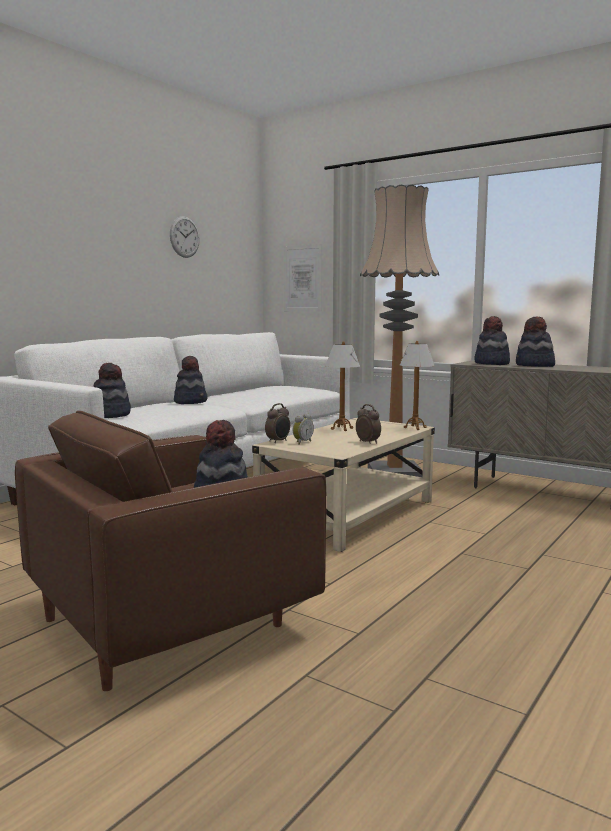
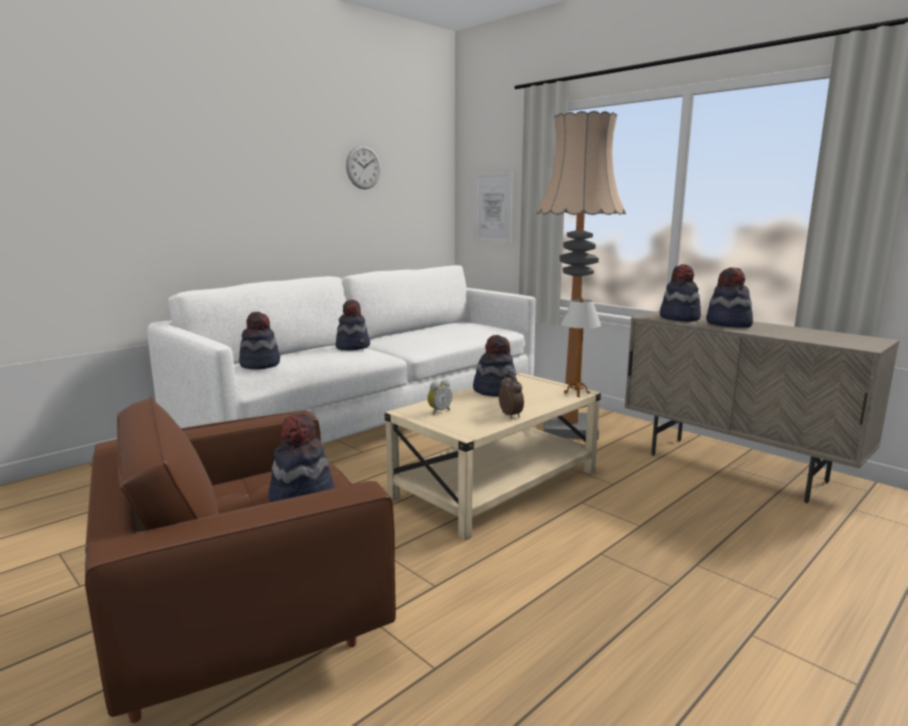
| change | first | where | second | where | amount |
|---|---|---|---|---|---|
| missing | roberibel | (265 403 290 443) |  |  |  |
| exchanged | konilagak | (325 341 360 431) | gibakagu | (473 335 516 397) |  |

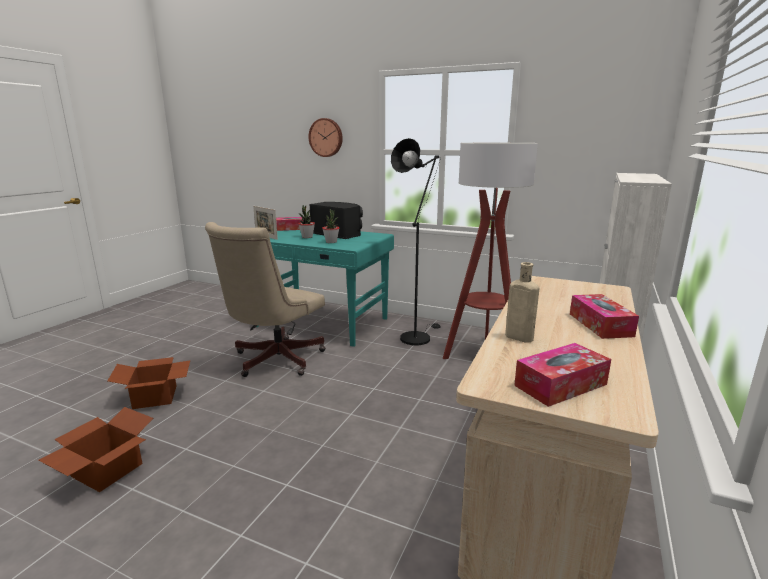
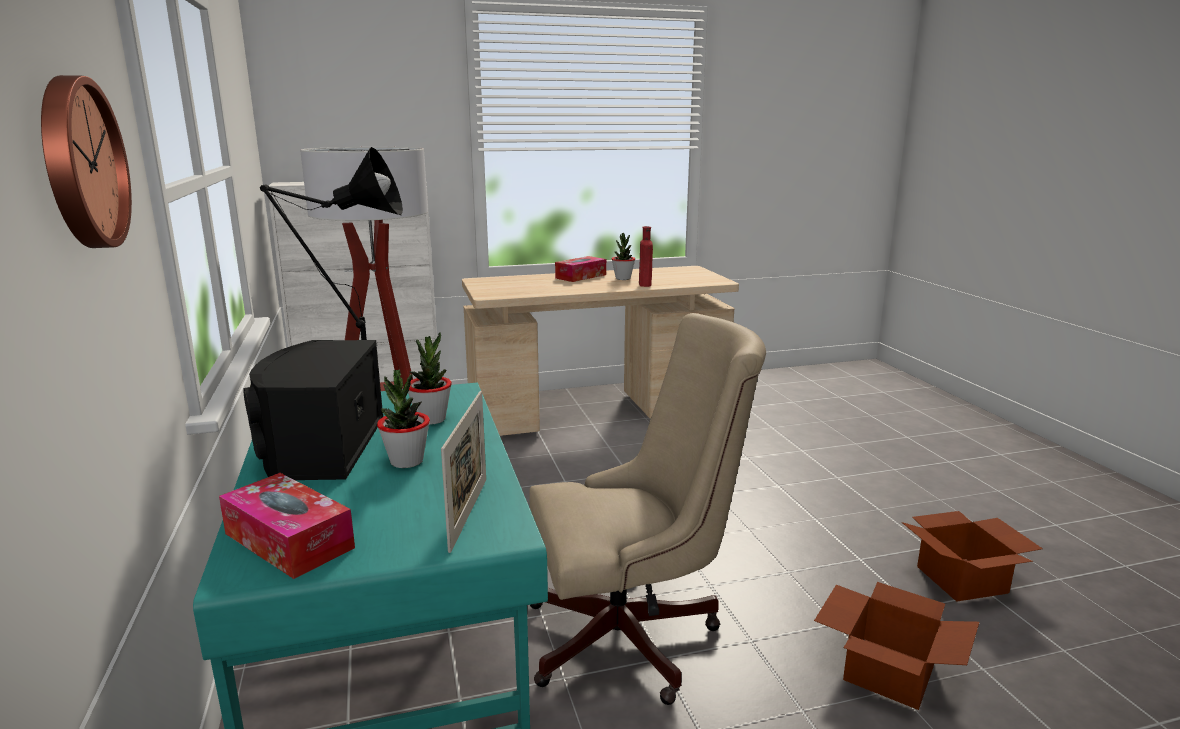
| change | first | where | second | where | amount |
|---|---|---|---|---|---|
| missing | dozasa | (514 343 611 407) |  |  |  |
| appeared |  |  | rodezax | (612 233 635 280) |  |
| colour | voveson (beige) | (505 262 539 343) | voveson (red) | (639 226 653 287) |  |

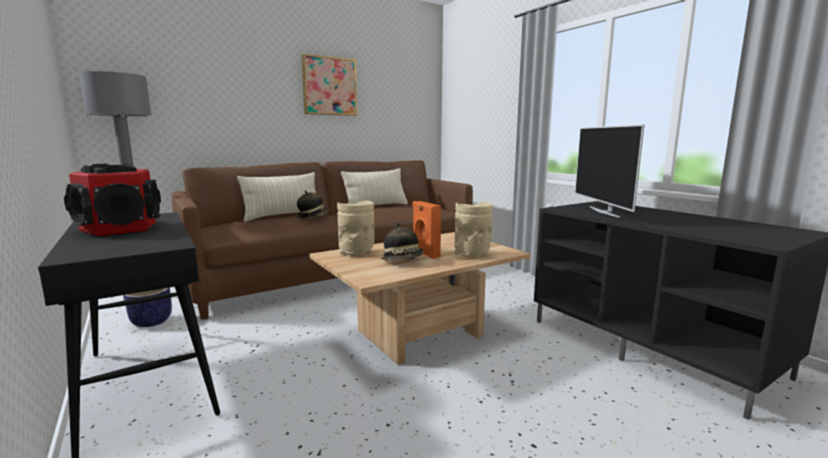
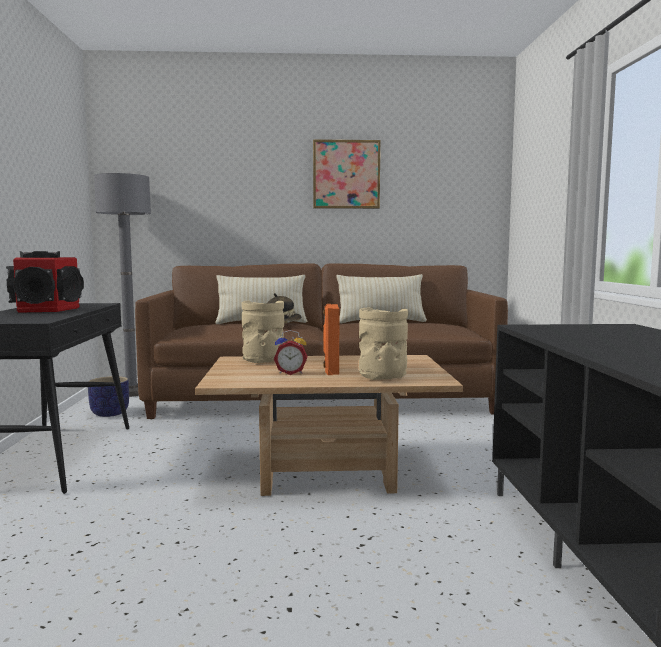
| change | first | where | second | where | amount |
|---|---|---|---|---|---|
| missing | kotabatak | (575 124 645 218) |  |  |  |
| exchanged | gibakagu | (382 223 424 261) | roberibel | (274 330 308 375) |  |

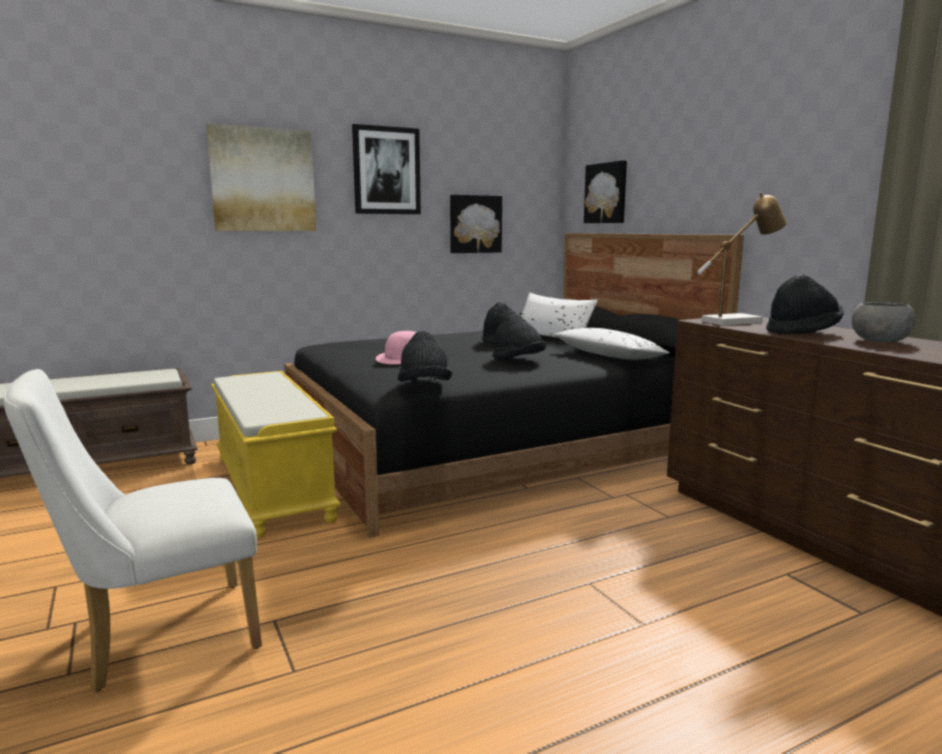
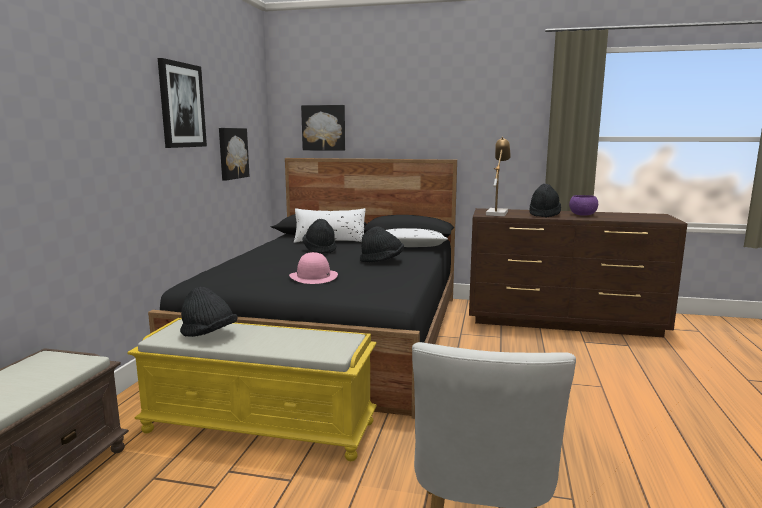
| change | first | where | second | where | amount |
|---|---|---|---|---|---|
| missing | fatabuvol | (206 124 316 231) |  |  |  |
| relocated | gibakagu (black) | (398 331 452 382) |  | (180 287 237 337) |  |
| colour | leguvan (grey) | (852 302 916 342) | leguvan (purple) | (569 195 598 216) |  |

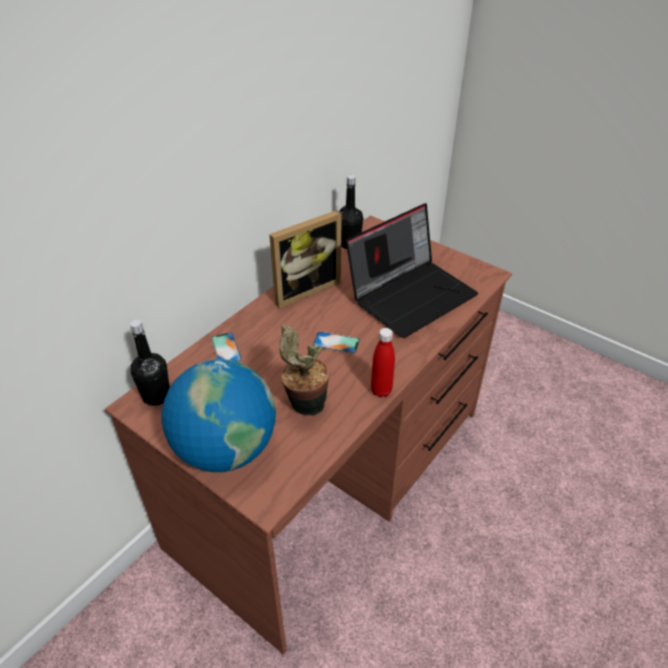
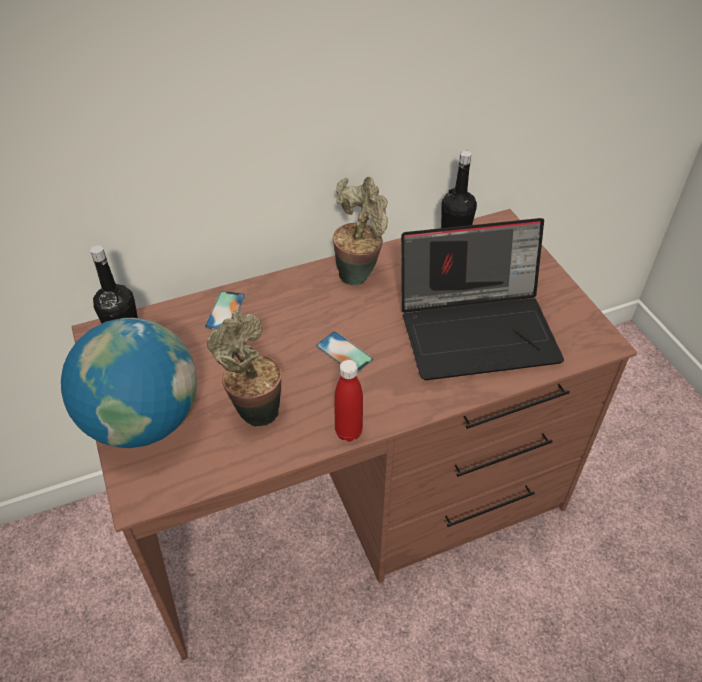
| change | first | where | second | where | amount |
|---|---|---|---|---|---|
| exchanged | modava | (269 210 342 308) | rodezax | (333 177 388 285) |  |

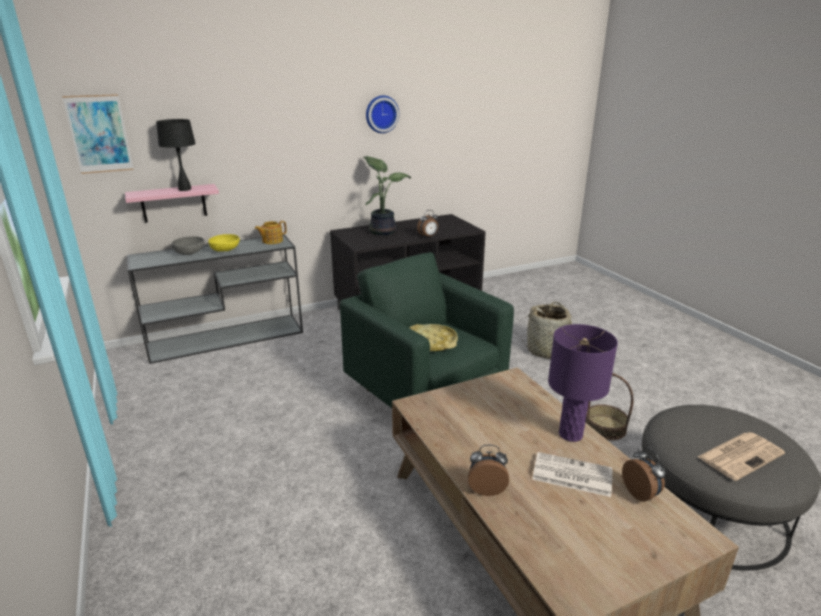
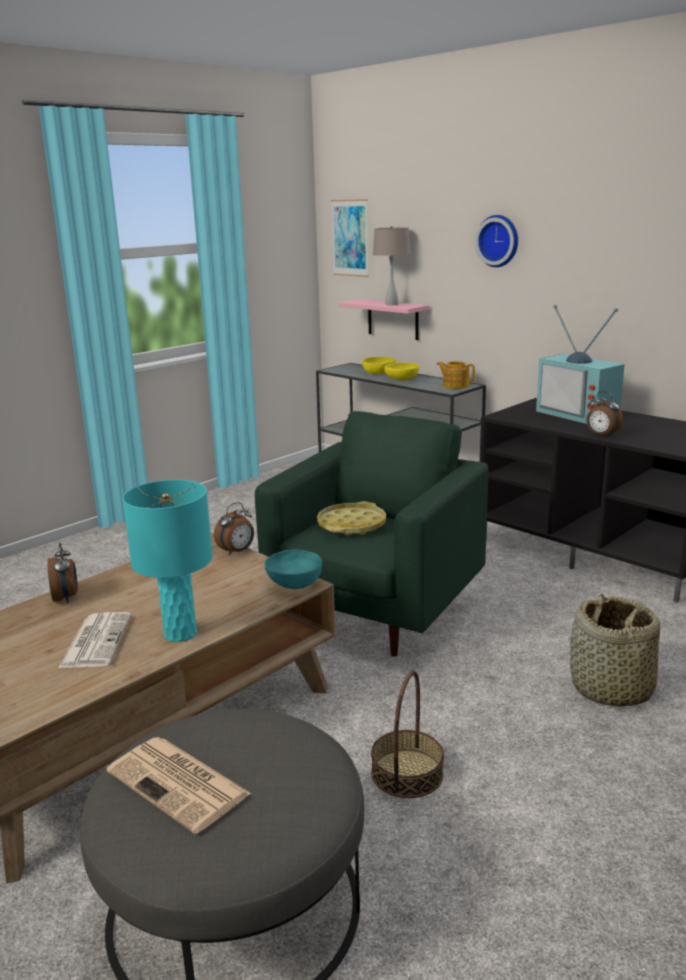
| change | first | where | second | where | amount |
|---|---|---|---|---|---|
| appeared |  |  | leguvan (turquoise) | (264 549 322 589) |  |
| relocated | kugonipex | (366 95 399 133) |  | (475 215 518 267) |  |
| relocated | roberibel | (622 447 666 502) |  | (214 502 254 555) |  |
| exchanged | rodezax | (363 156 411 235) | kotabatak | (536 305 625 424) |  |
| colour | konilagak (black) | (156 119 196 191) | konilagak (beige) | (373 226 411 305) |  |
| colour | leguvan (grey) | (172 236 205 255) | leguvan (yellow) | (362 357 396 374) |  |
| colour | konilagak (purple) | (548 324 618 442) | konilagak (turquoise) | (122 480 213 642) |  |

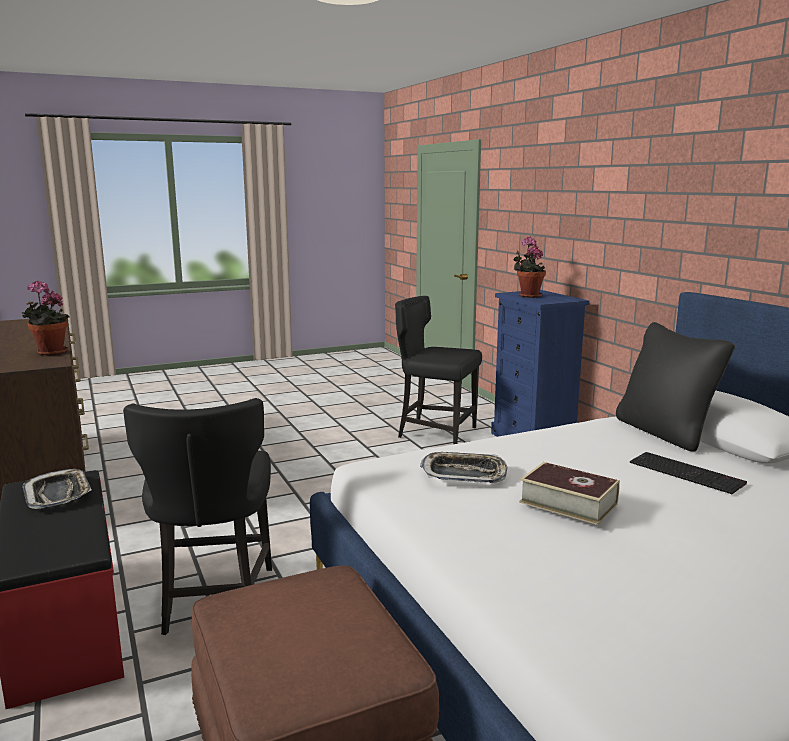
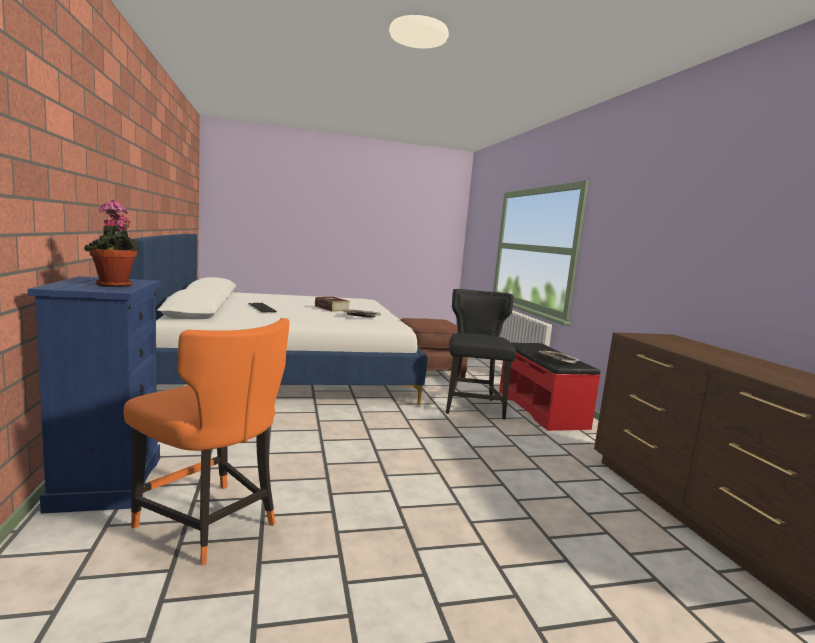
| change | first | where | second | where | amount |
|---|---|---|---|---|---|
| missing | rodezax | (22 280 69 356) |  |  |  |
| missing | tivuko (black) | (616 322 735 452) |  |  |  |
| colour | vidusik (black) | (395 296 482 444) | vidusik (orange) | (124 318 290 566) |  |

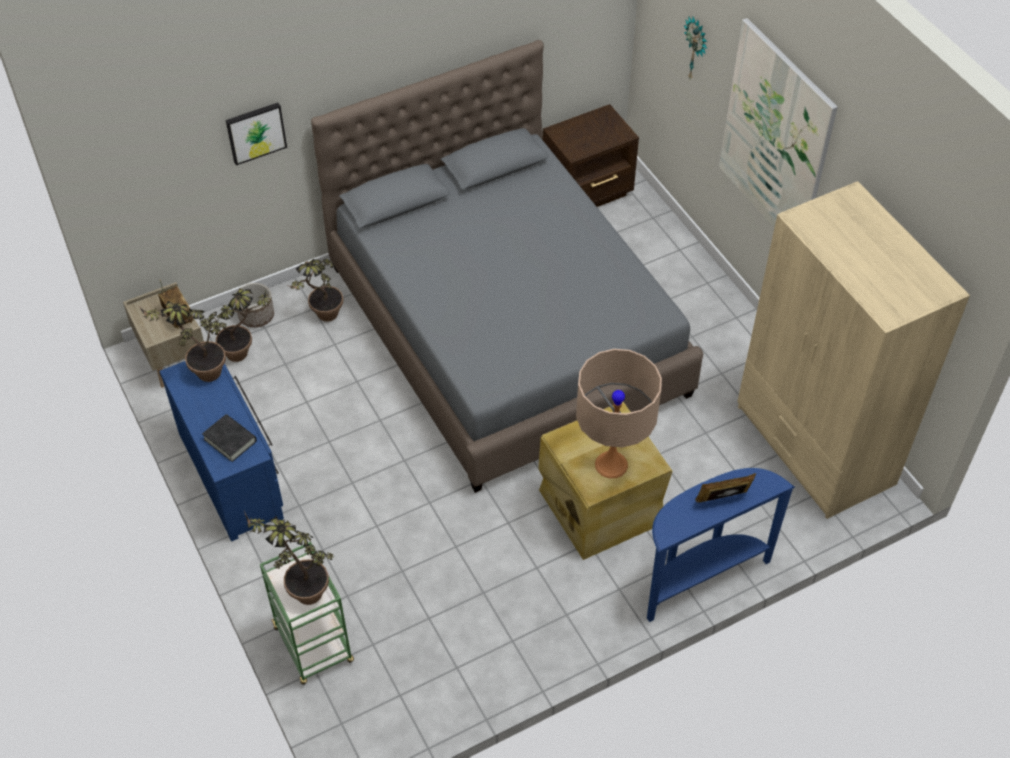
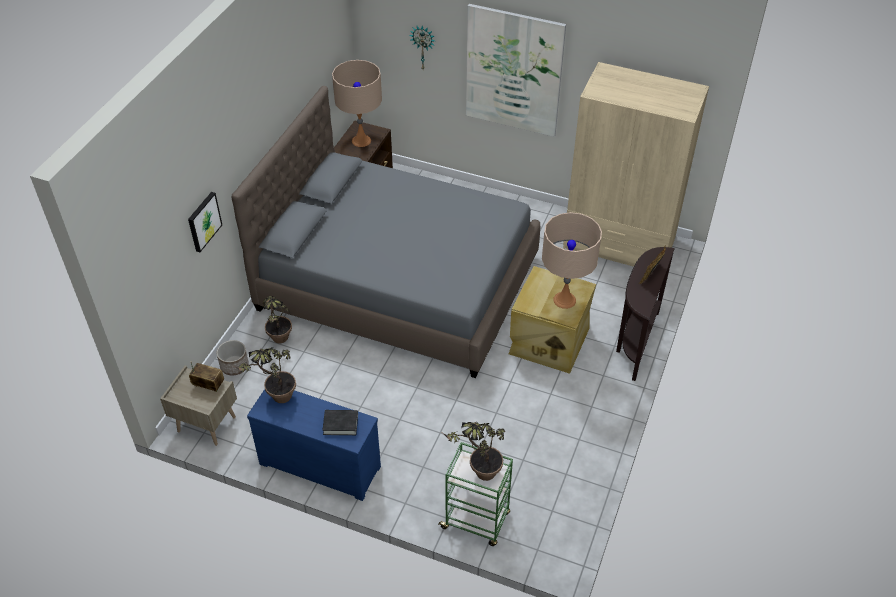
| change | first | where | second | where | amount |
|---|---|---|---|---|---|
| missing | rodezax | (205 288 270 362) |  |  |  |
| appeared |  |  | konilagak (beige) | (332 60 382 147) |  |
| colour | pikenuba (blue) | (647 468 795 622) | pikenuba (brown) | (616 247 675 381) |  |

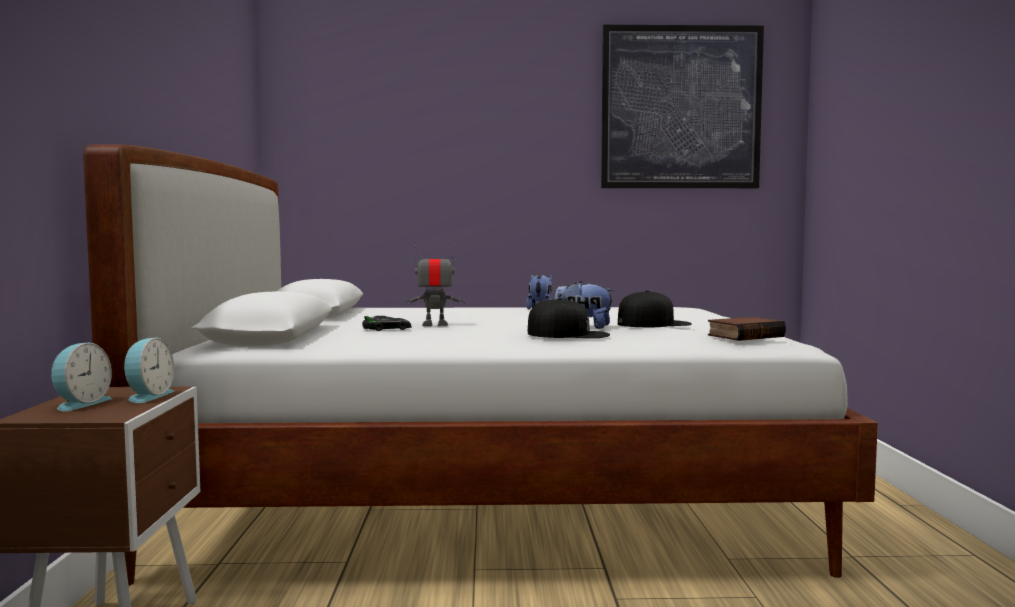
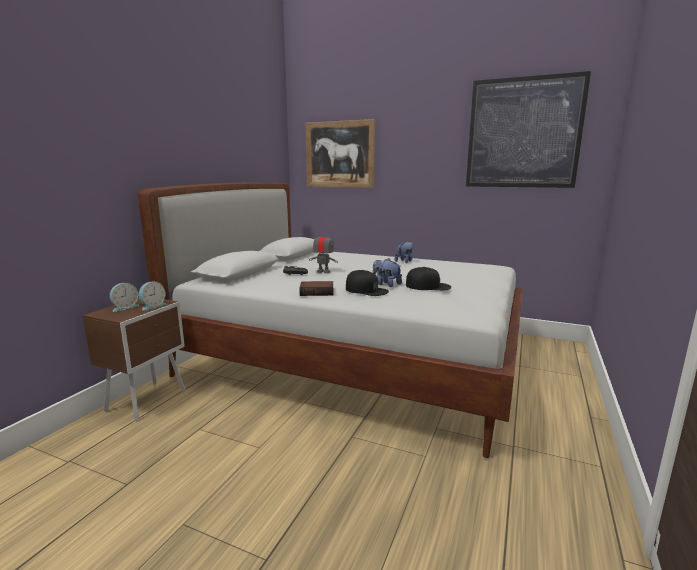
| change | first | where | second | where | amount |
|---|---|---|---|---|---|
| appeared |  |  | fatabuvol | (305 119 375 188) |  |
| relocated | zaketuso | (708 317 786 341) |  | (299 281 333 296) |  |

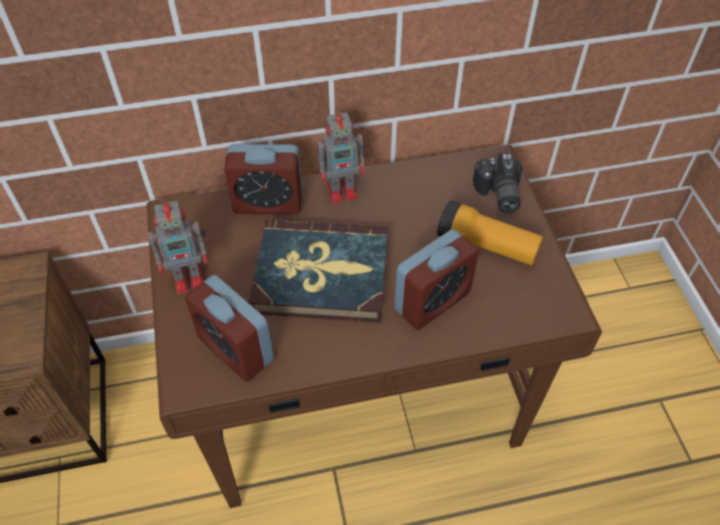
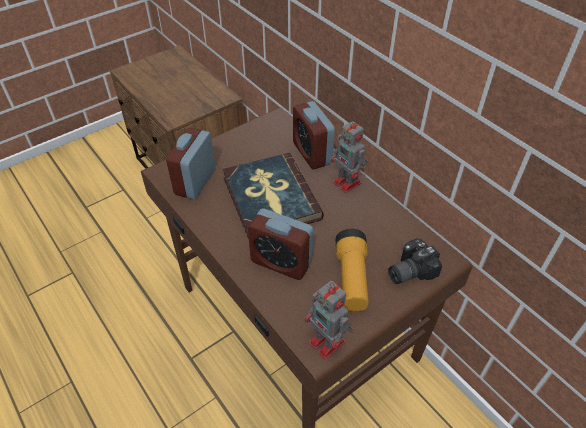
| change | first | where | second | where | amount |
|---|---|---|---|---|---|
| relocated | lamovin | (148 199 208 294) |  | (305 281 353 359) |  |

